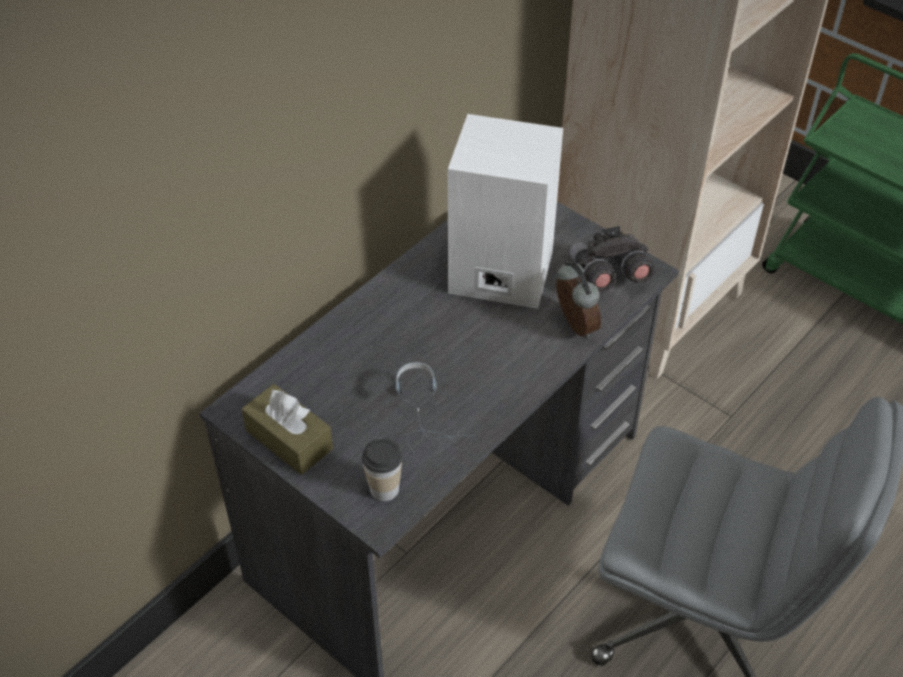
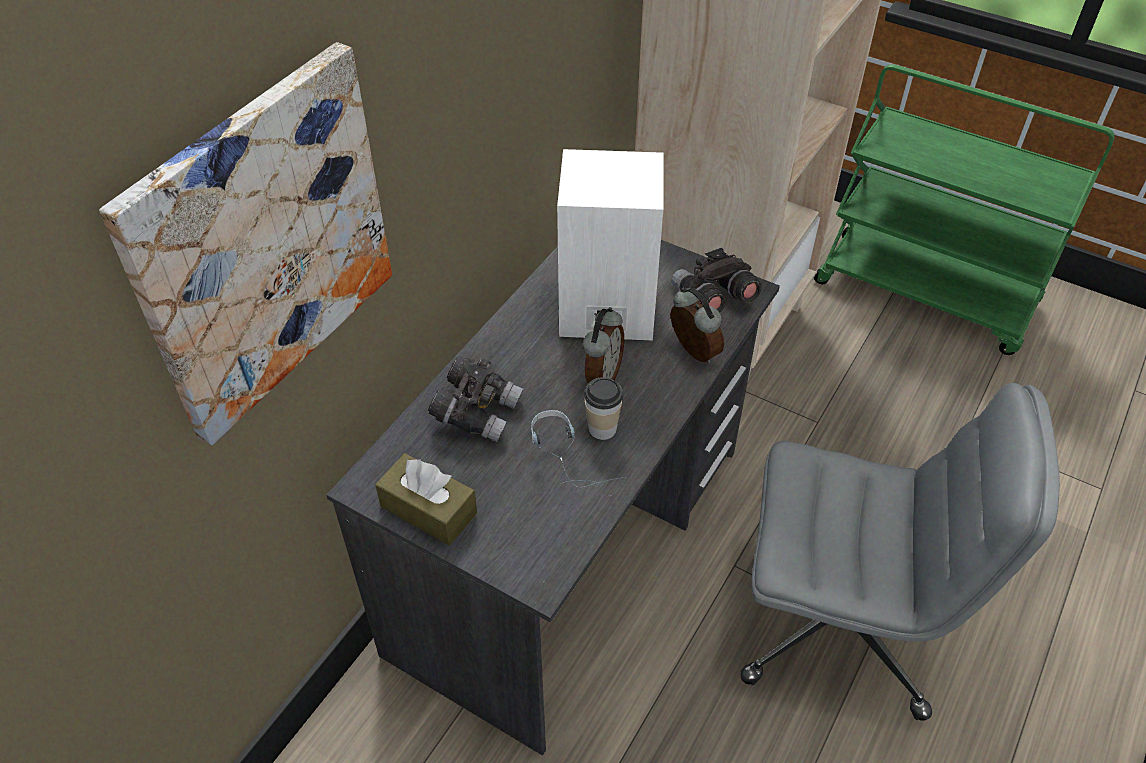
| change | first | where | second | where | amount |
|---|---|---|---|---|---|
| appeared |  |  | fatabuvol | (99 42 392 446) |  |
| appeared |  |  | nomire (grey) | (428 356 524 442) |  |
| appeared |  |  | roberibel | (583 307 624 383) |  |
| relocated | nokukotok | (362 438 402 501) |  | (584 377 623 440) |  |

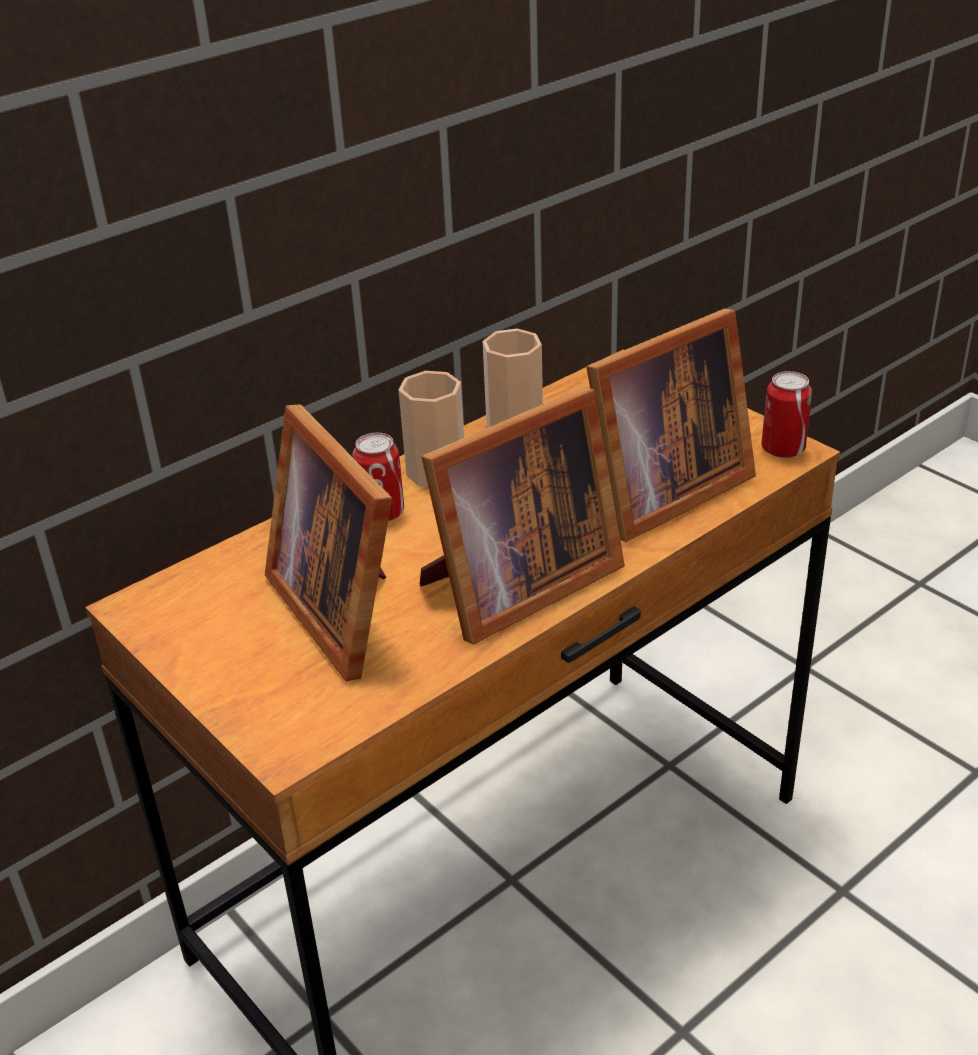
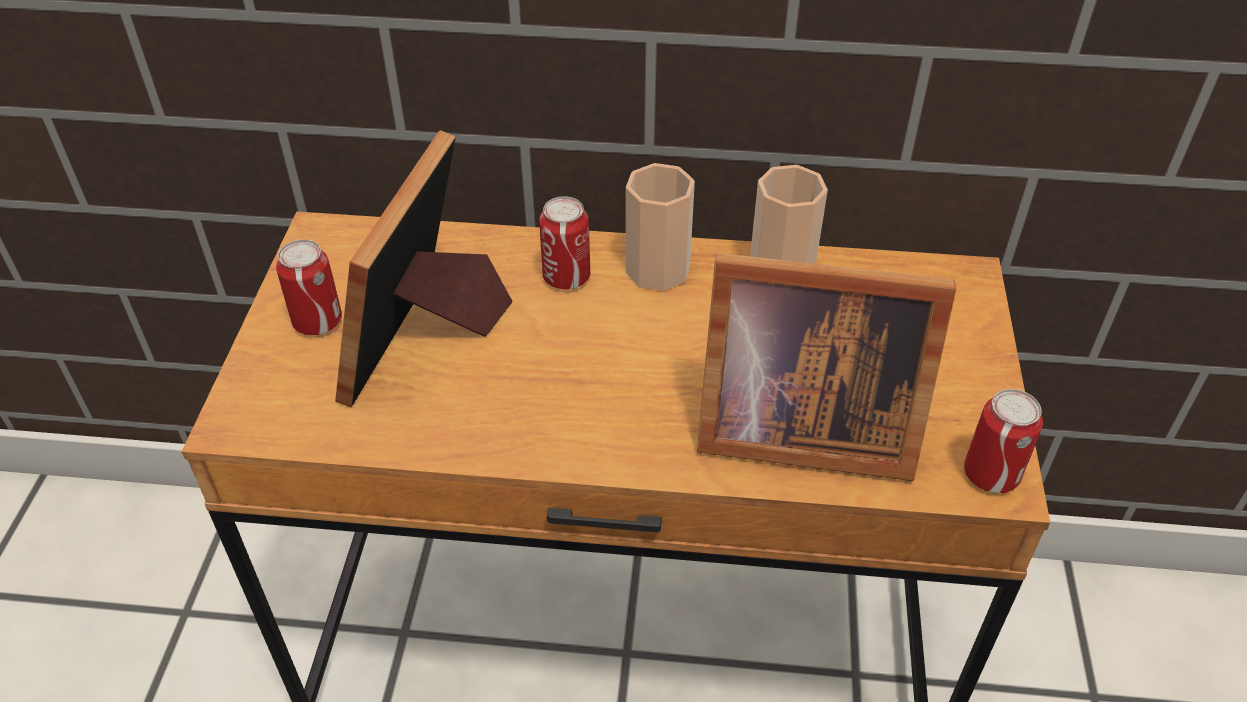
| change | first | where | second | where | amount |
|---|---|---|---|---|---|
| missing | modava | (420 387 625 645) |  |  |  |
| appeared |  |  | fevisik | (276 240 342 335) |  |

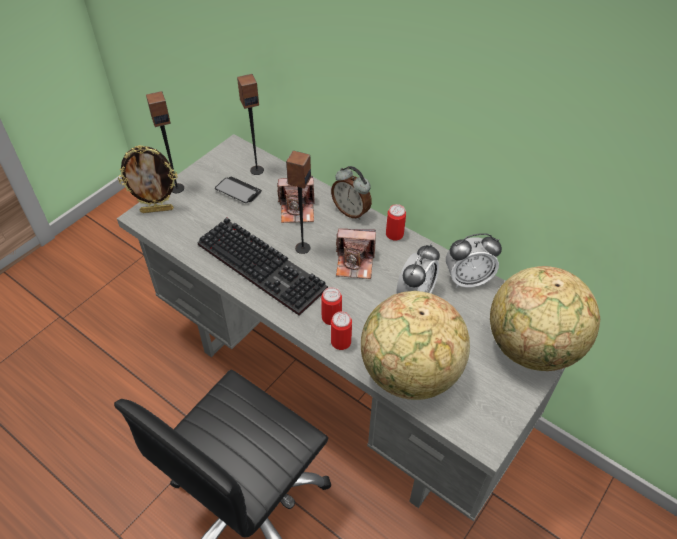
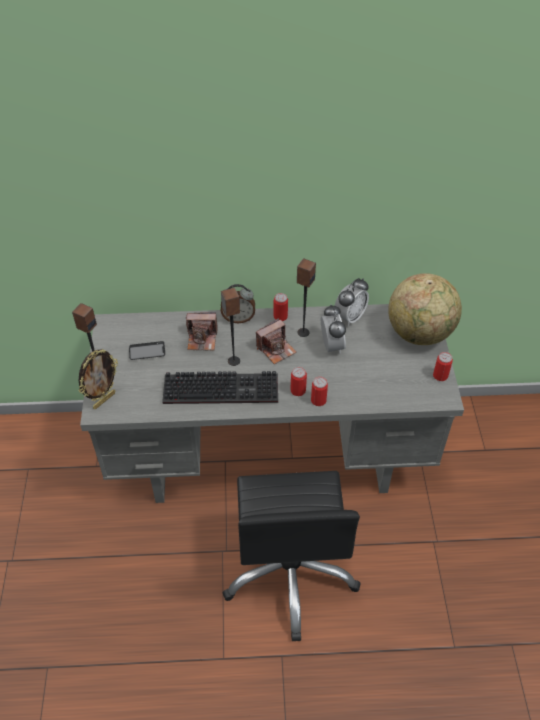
| change | first | where | second | where | amount |
|---|---|---|---|---|---|
| missing | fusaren | (361 291 470 400) |  |  |  |
| appeared |  |  | fevisik | (433 352 453 381) |  |
| relocated | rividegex | (237 74 264 175) |  | (297 259 316 337) |  |
| spun | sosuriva | (277 176 314 223) |  | (186 312 218 350) | 45 degrees clockwise |

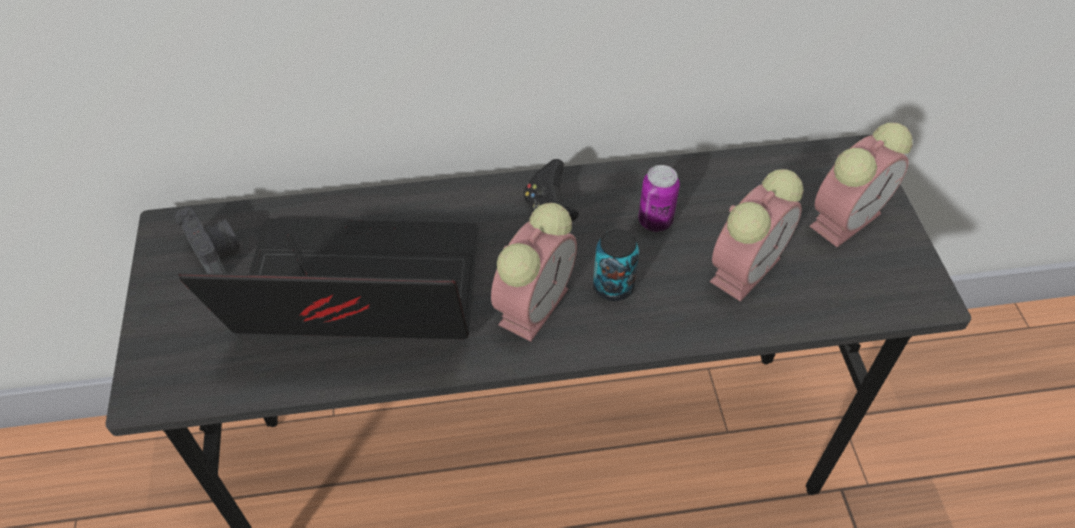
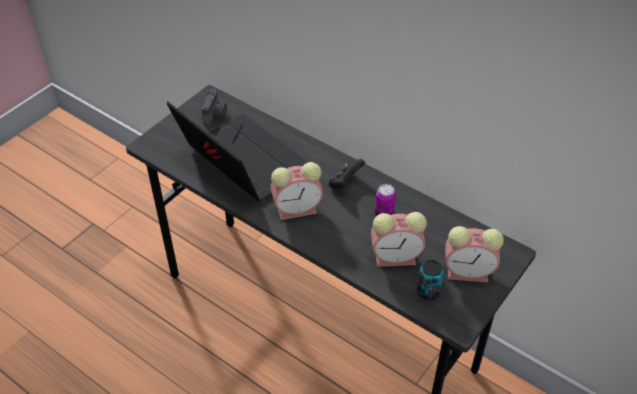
| change | first | where | second | where | amount |
|---|---|---|---|---|---|
| relocated | fevisik | (593 229 639 301) |  | (417 260 444 300) |  |

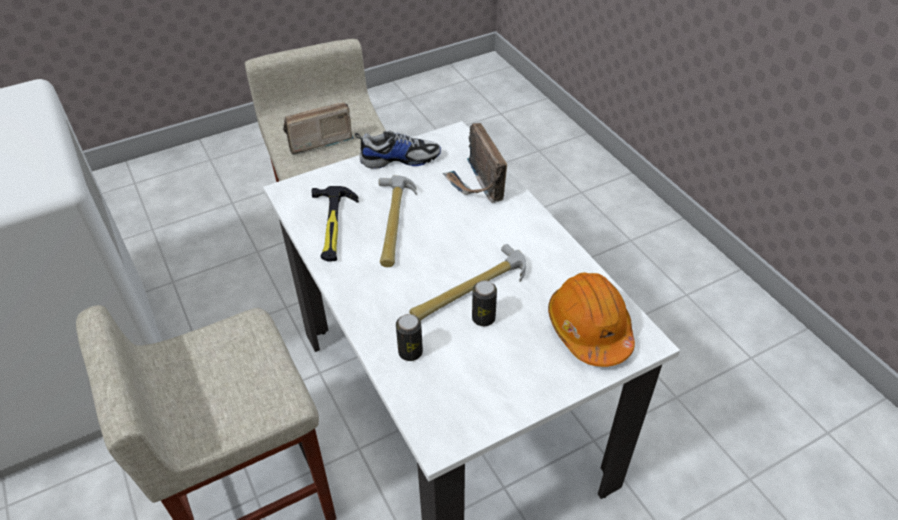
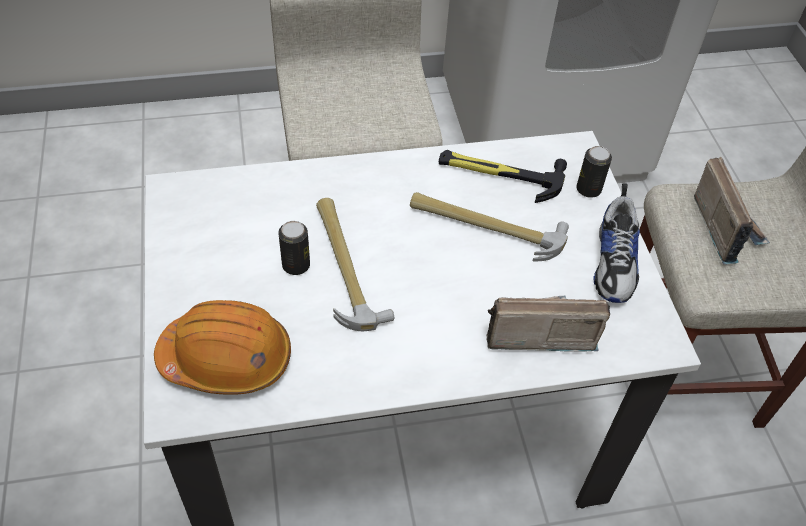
| change | first | where | second | where | amount |
|---|---|---|---|---|---|
| relocated | fevisik | (396 314 423 361) |  | (576 146 612 198) |  |

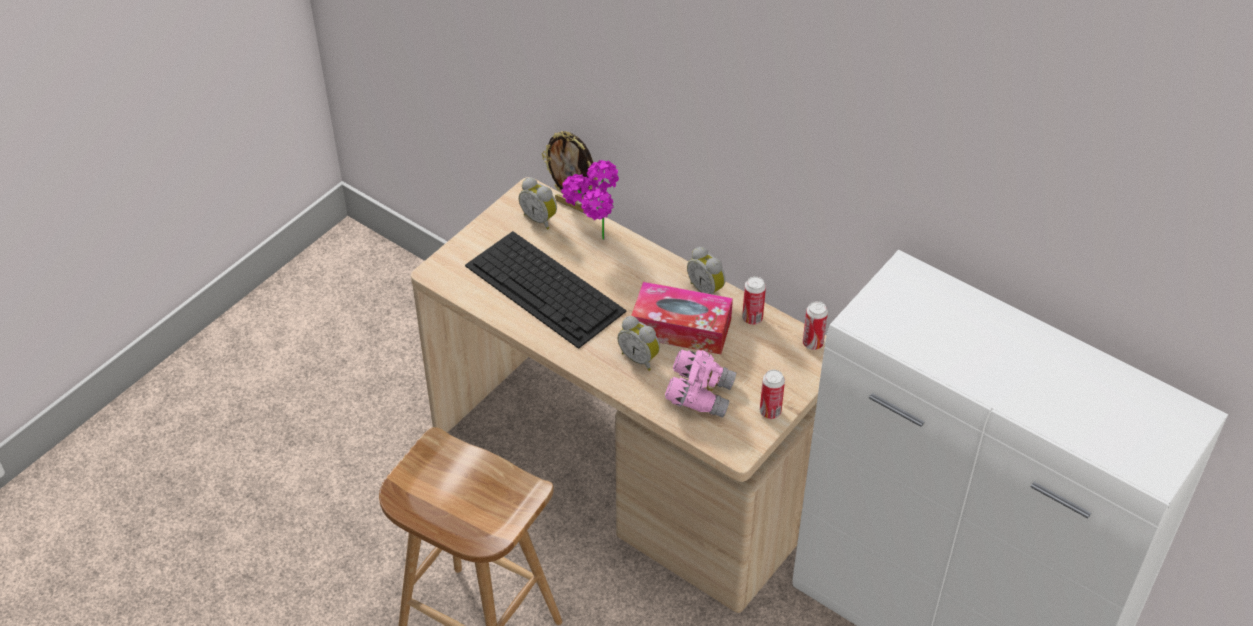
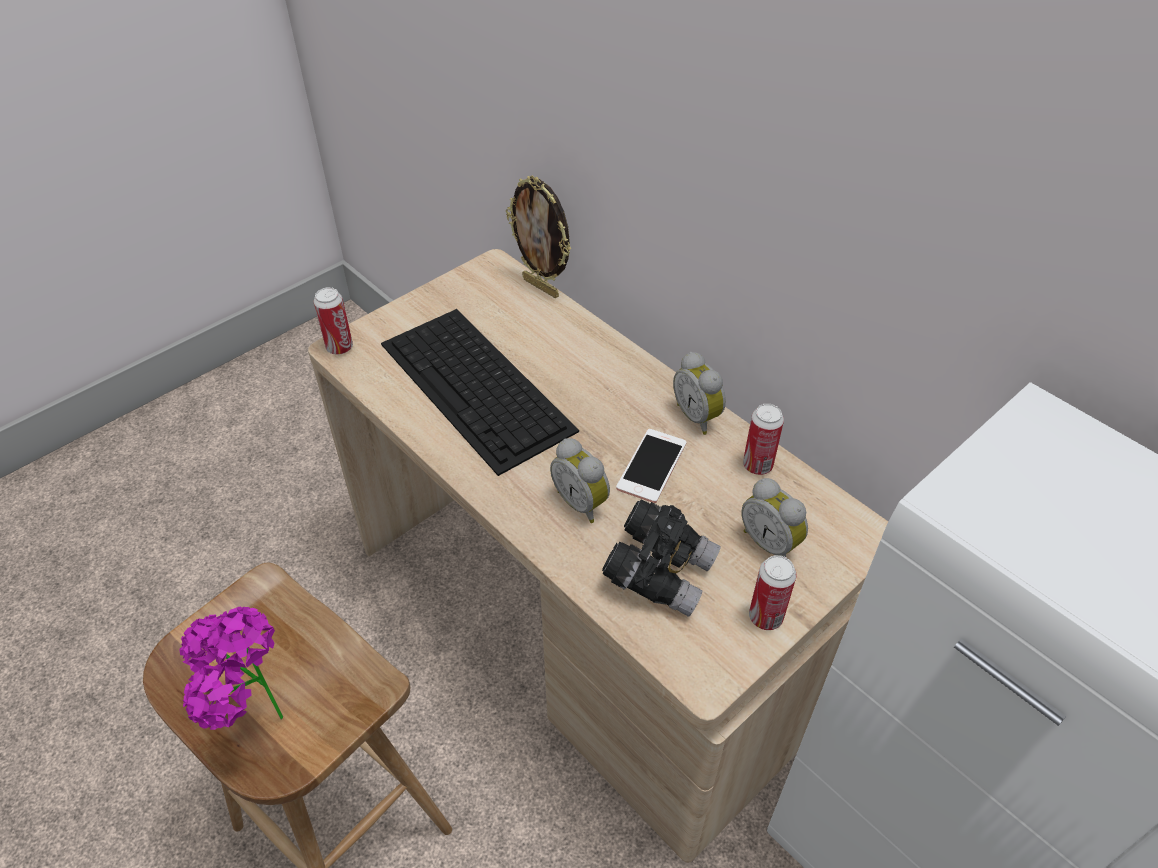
| change | first | where | second | where | amount |
|---|---|---|---|---|---|
| relocated | roberibel | (519 178 557 230) |  | (741 478 808 557) |  |
| relocated | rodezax | (561 160 619 240) |  | (179 607 283 730) |  |
| relocated | fevisik | (803 301 828 350) |  | (314 287 353 355) |  |
| exchanged | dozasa | (631 282 733 354) | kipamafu | (616 429 686 503) |  |
| colour | nomire (pink) | (665 350 736 418) | nomire (black) | (602 500 721 617) |  |

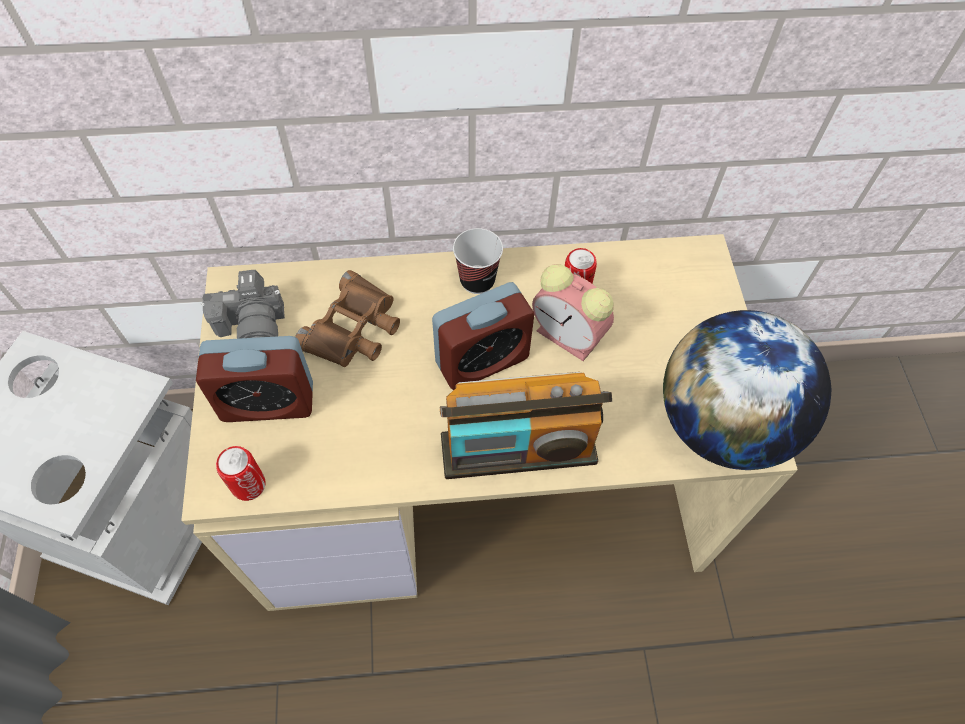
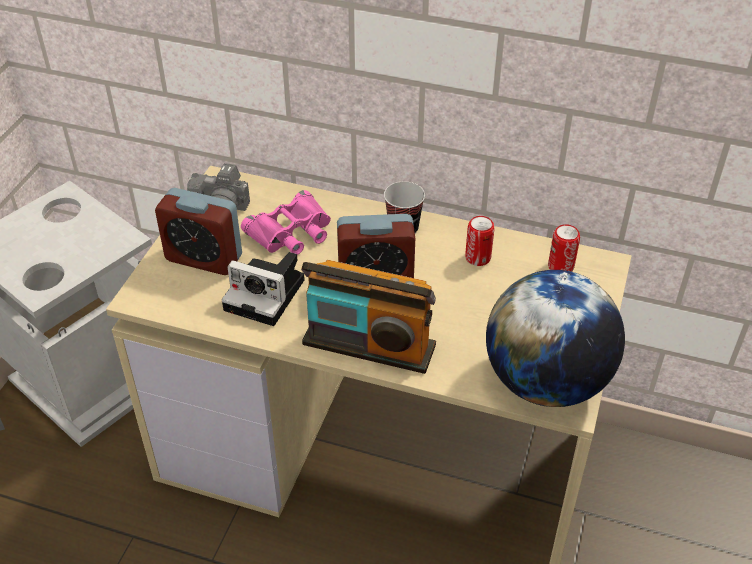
| change | first | where | second | where | amount |
|---|---|---|---|---|---|
| missing | roberibel | (532 264 614 361) |  |  |  |
| appeared |  |  | sosuriva | (222 252 305 326) |  |
| relocated | fevisik | (216 446 266 501) |  | (548 224 580 272) |  |
| colour | nomire (brown) | (295 270 400 367) | nomire (pink) | (241 190 331 255) |  |

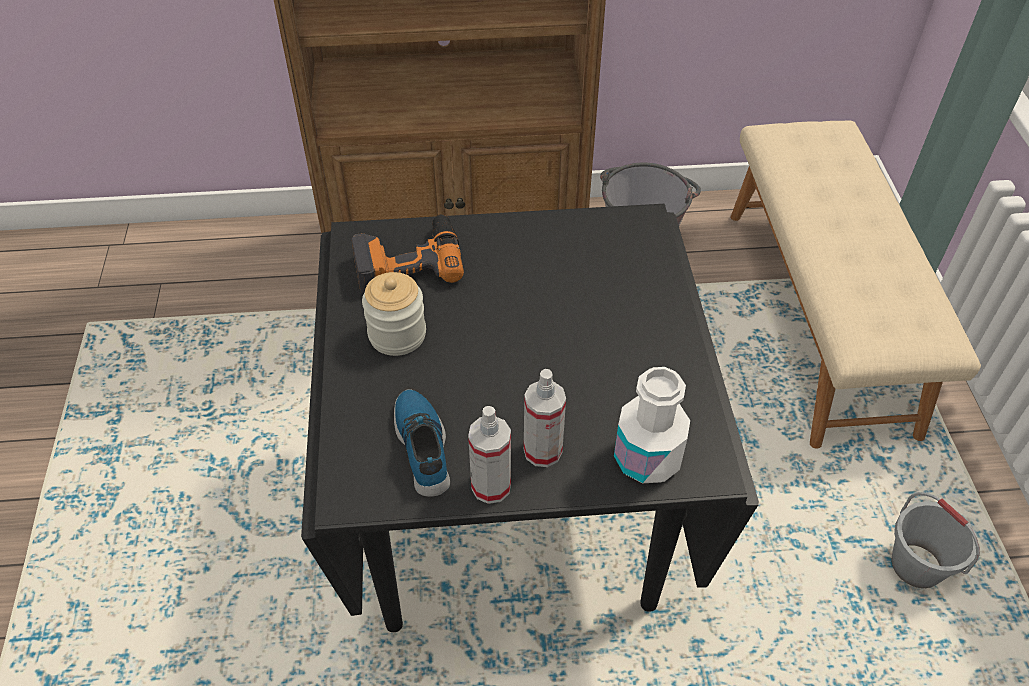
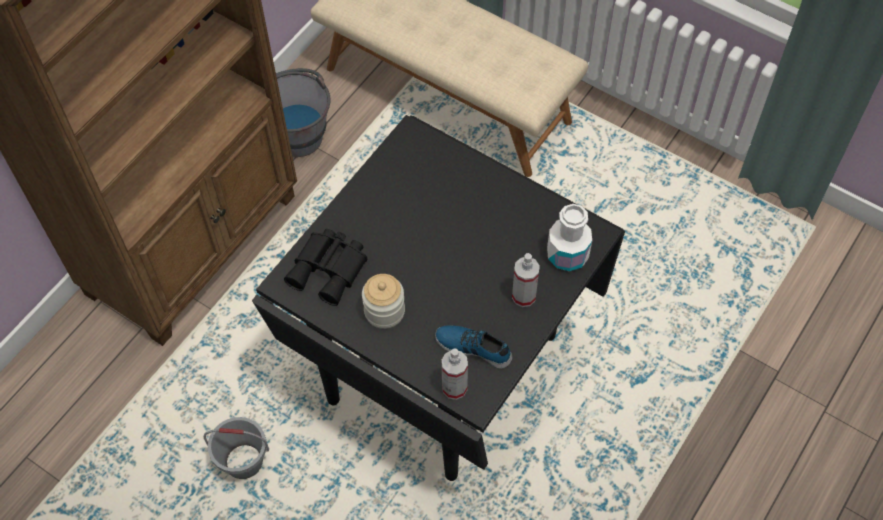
| change | first | where | second | where | amount |
|---|---|---|---|---|---|
| relocated | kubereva | (468 406 511 504) |  | (441 348 468 400) |  |
| relocated | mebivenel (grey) | (891 492 980 588) |  | (204 417 269 479) |  |
| exchanged | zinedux | (352 215 464 294) | nomire (black) | (284 229 367 306) |  |

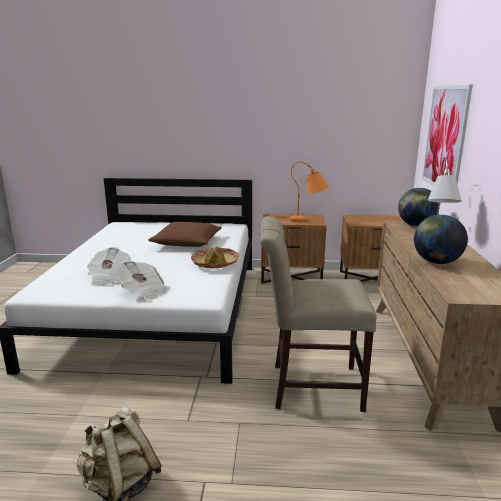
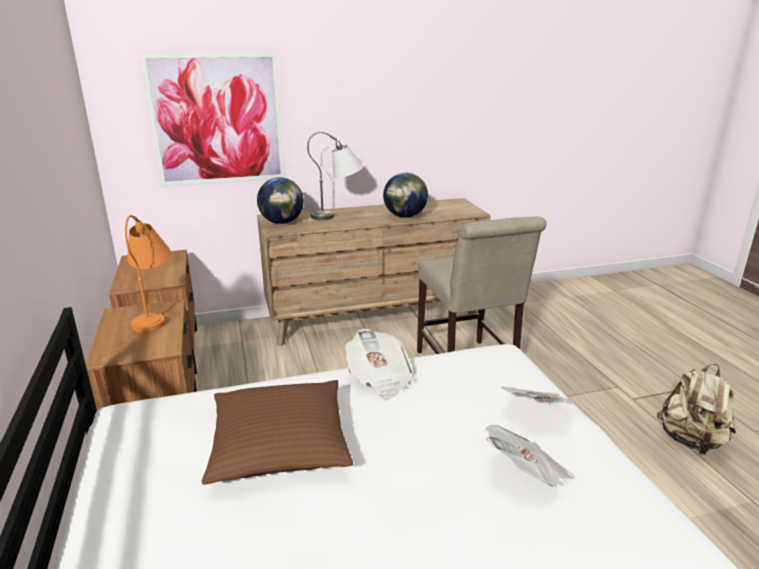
| change | first | where | second | where | amount |
|---|---|---|---|---|---|
| exchanged | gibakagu | (191 246 239 268) | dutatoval | (345 329 414 400) |  |

